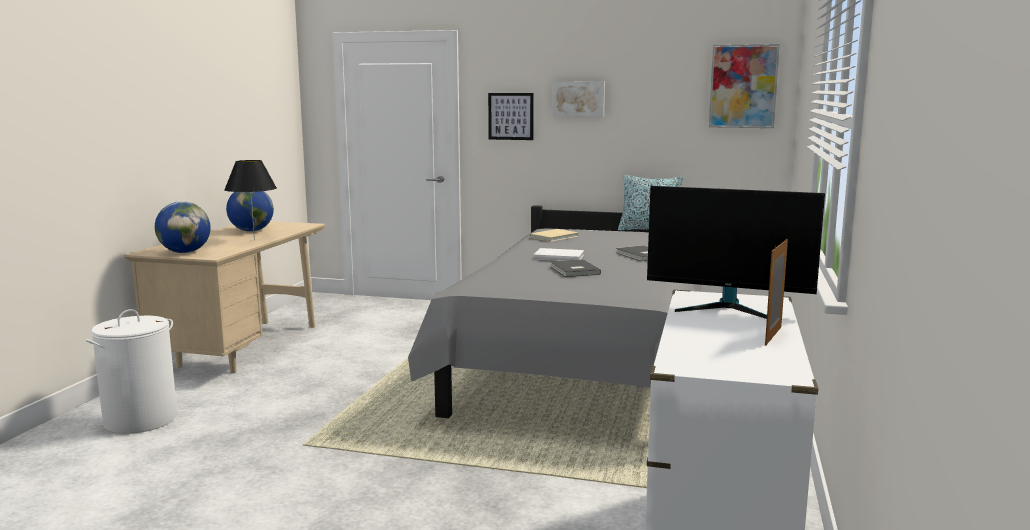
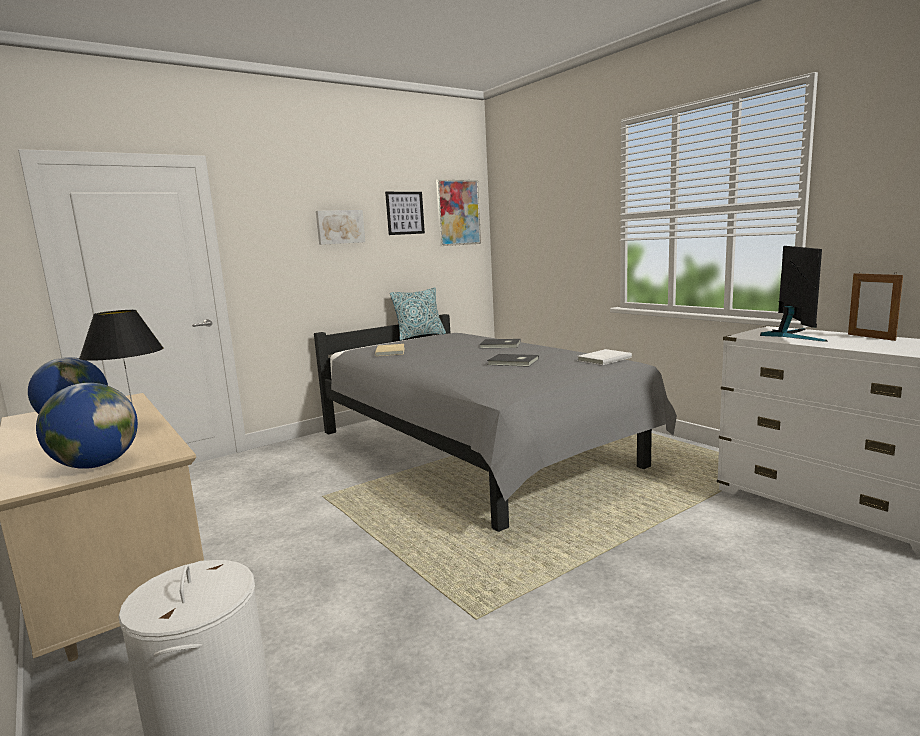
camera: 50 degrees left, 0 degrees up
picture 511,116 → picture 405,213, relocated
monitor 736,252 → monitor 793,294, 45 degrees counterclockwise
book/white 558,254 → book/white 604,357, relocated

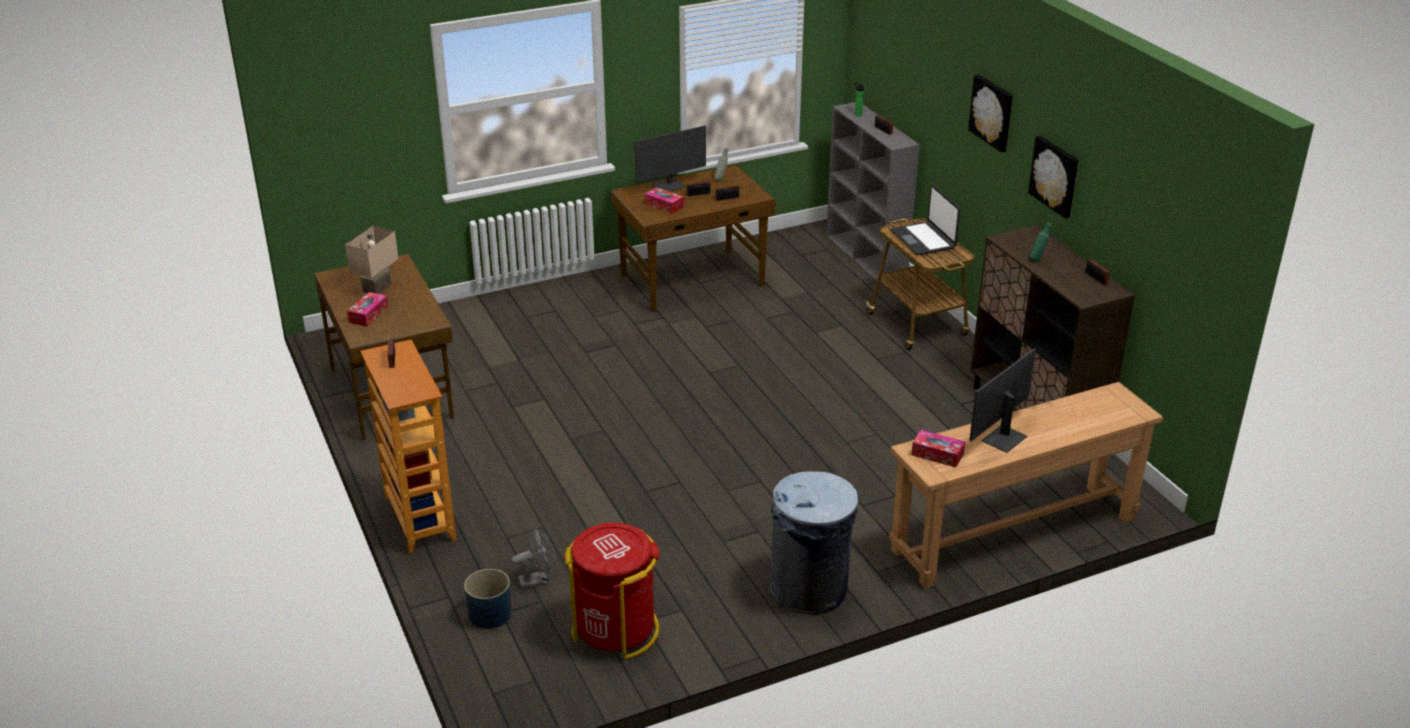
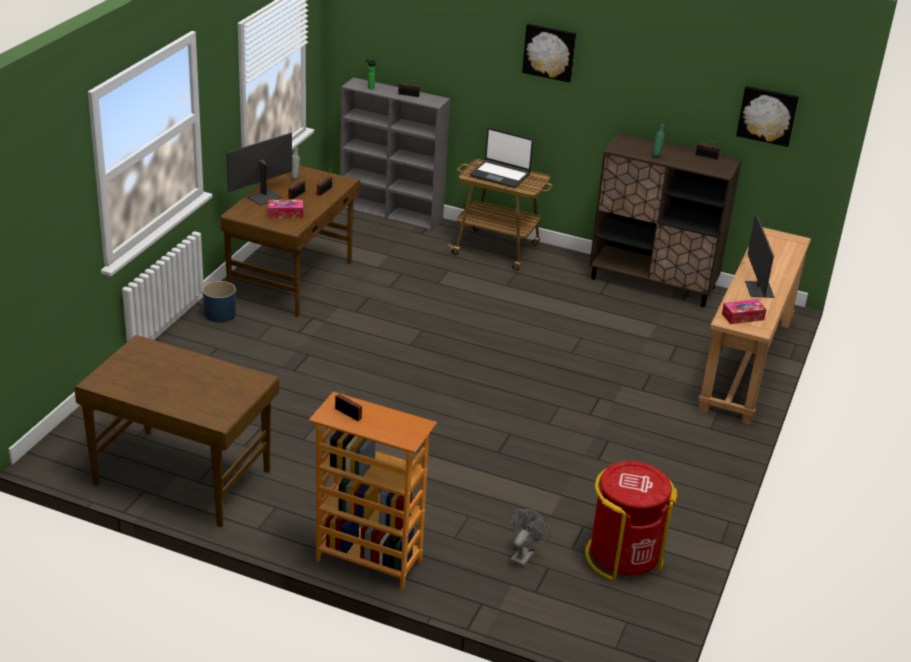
camera: 45 degrees left, 0 degrees up
monitor 670,158 → monitor 259,169, 150 degrees counterclockwise
picture 1053,177 → picture 767,116, relocated
table lamp/beige 372,260 → -
tissue box 368,309 → -
trash can/grey 814,542 → -
planter/blue 488,599 → planter/blue 219,302, relocated

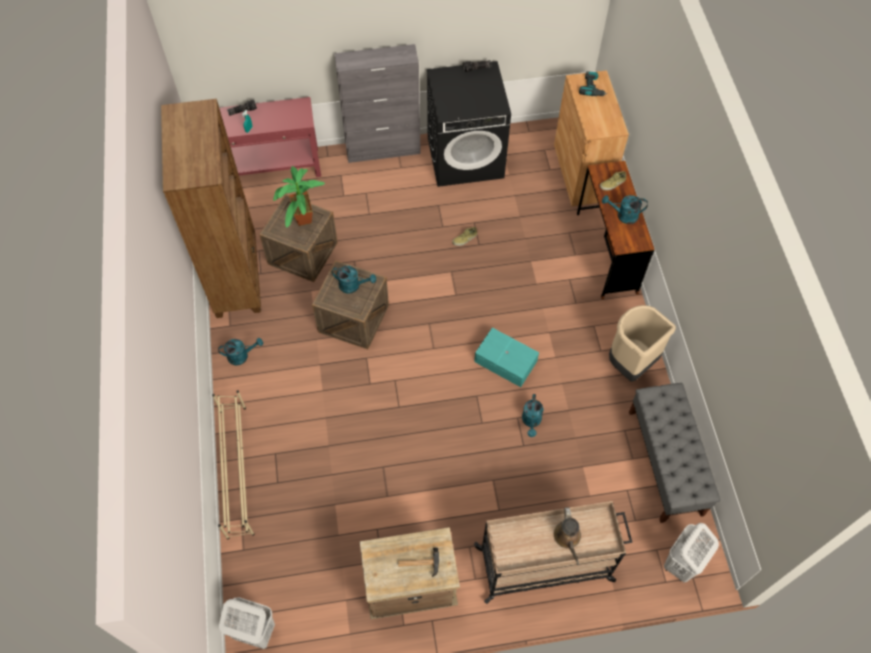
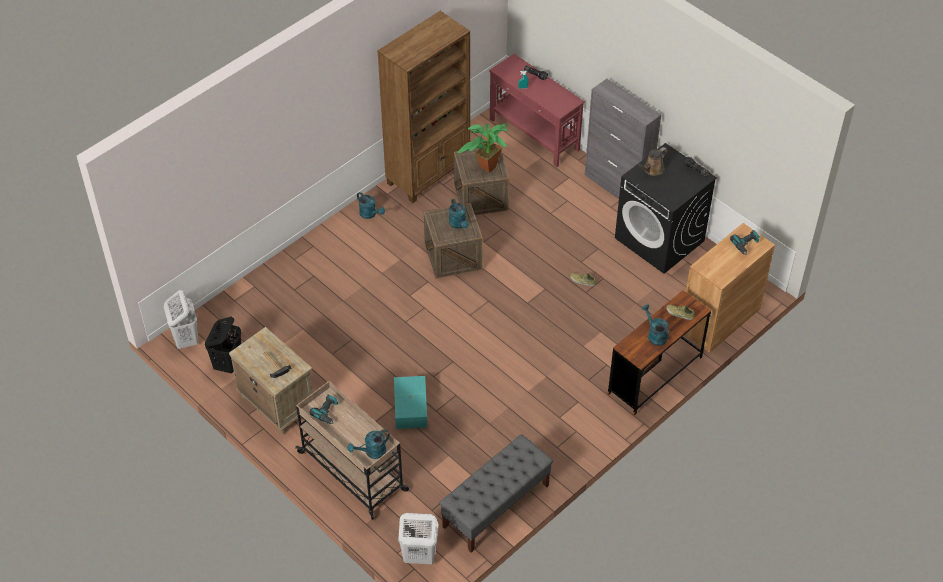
camera: 55 degrees right, 10 degrees down
trash can/beige 642,343 → -
storage box/turquoise 506,357 → storage box/turquoise 411,402, relocated
shoe rack/beige 233,465 → -
watering can/turquoise 533,415 → watering can/turquoise 369,444, relocated
watering can/brown 567,536 → watering can/brown 651,161, relocated
- → laundry basket/black 223,344
- → power drill 323,409

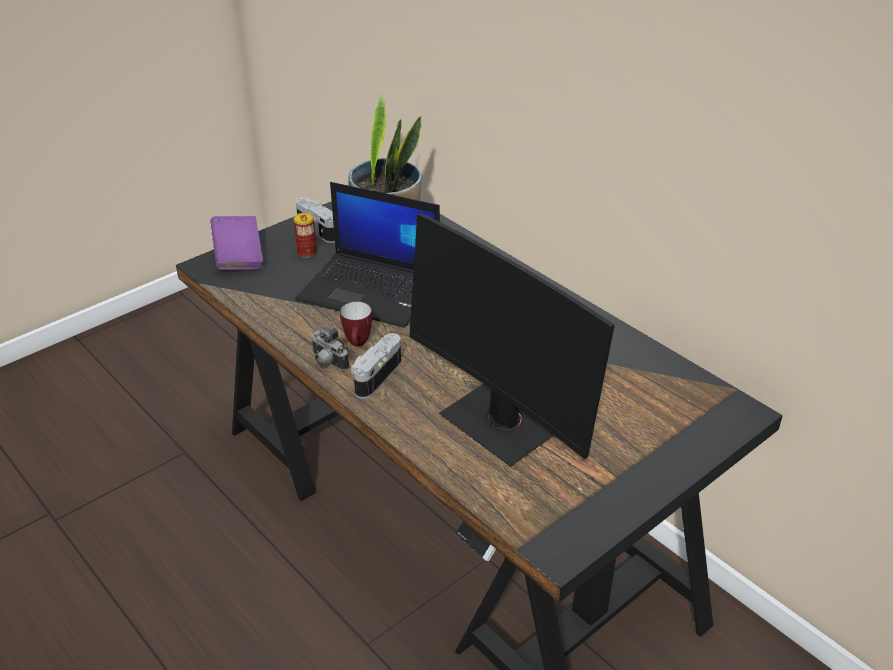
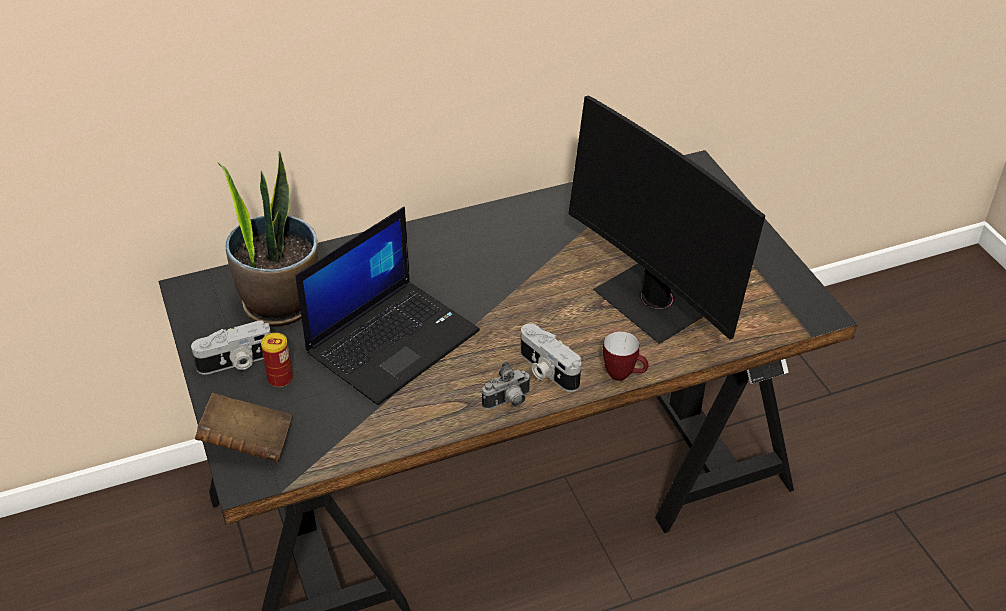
camera: 70 degrees left, 5 degrees up
monitor 512,340 → monitor 667,219, 75 degrees clockwise
book/purple 236,243 → book/brown 243,427
mug 356,324 → mug 626,356, relocated

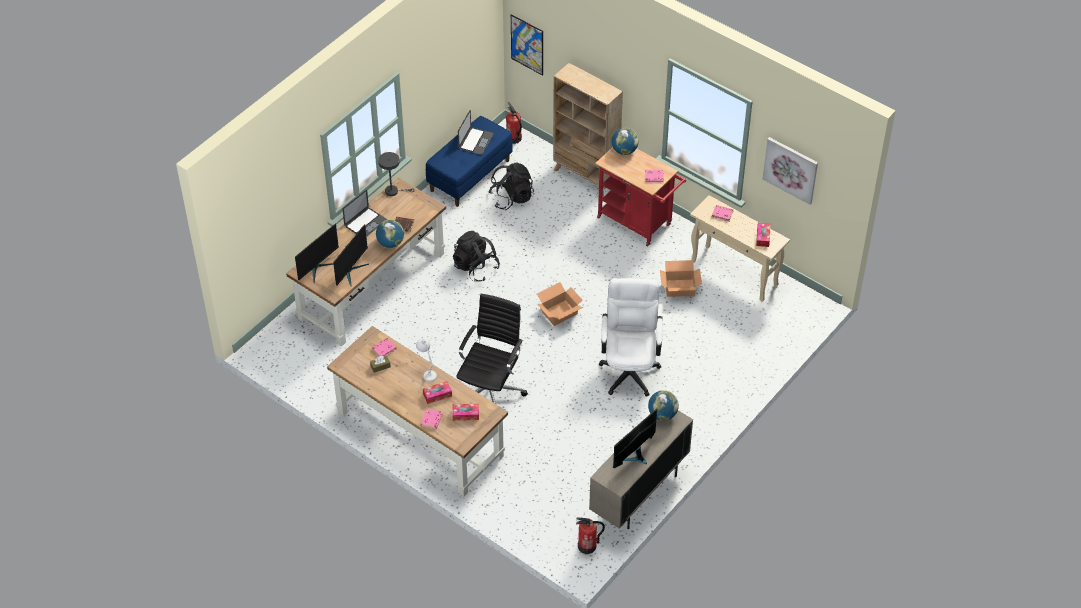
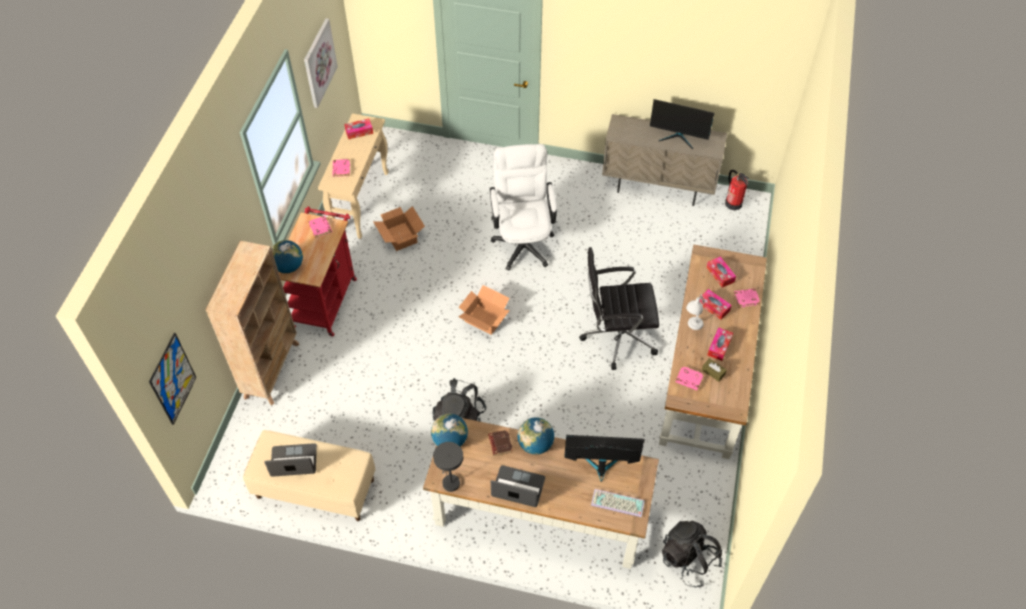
camera: 115 degrees left, 5 degrees up
fire extinguisher 514,123 → -
bench/blue 469,161 → bench/beige 309,475
backpack/black 511,186 → backpack/black 692,554, relocated
monitor 317,253 → keyboard 618,503
office chair/white 631,337 → office chair/white 523,207, 105 degrees clockwise
globe 663,405 → globe 449,430, relocated
- → tissue box 720,344

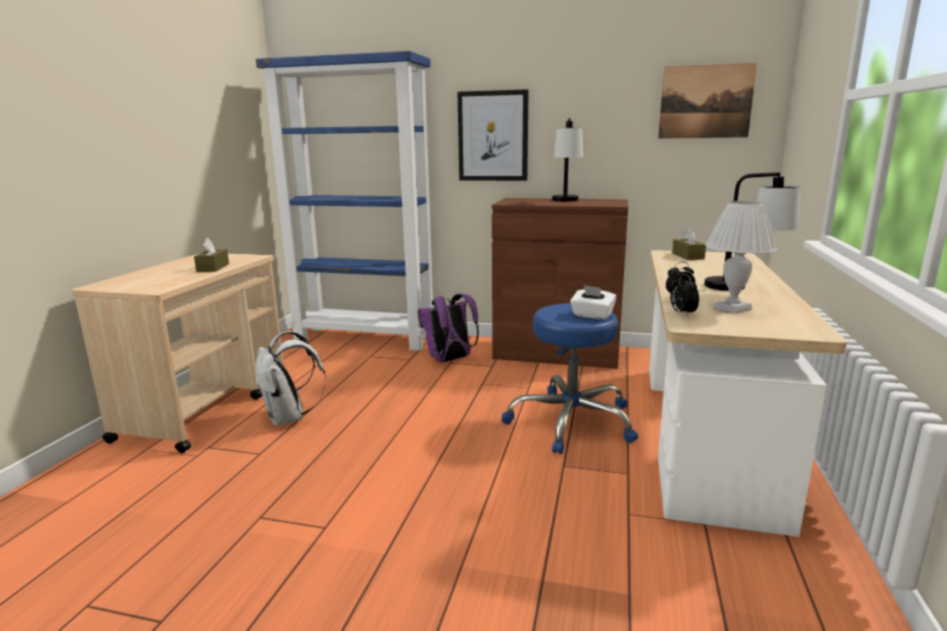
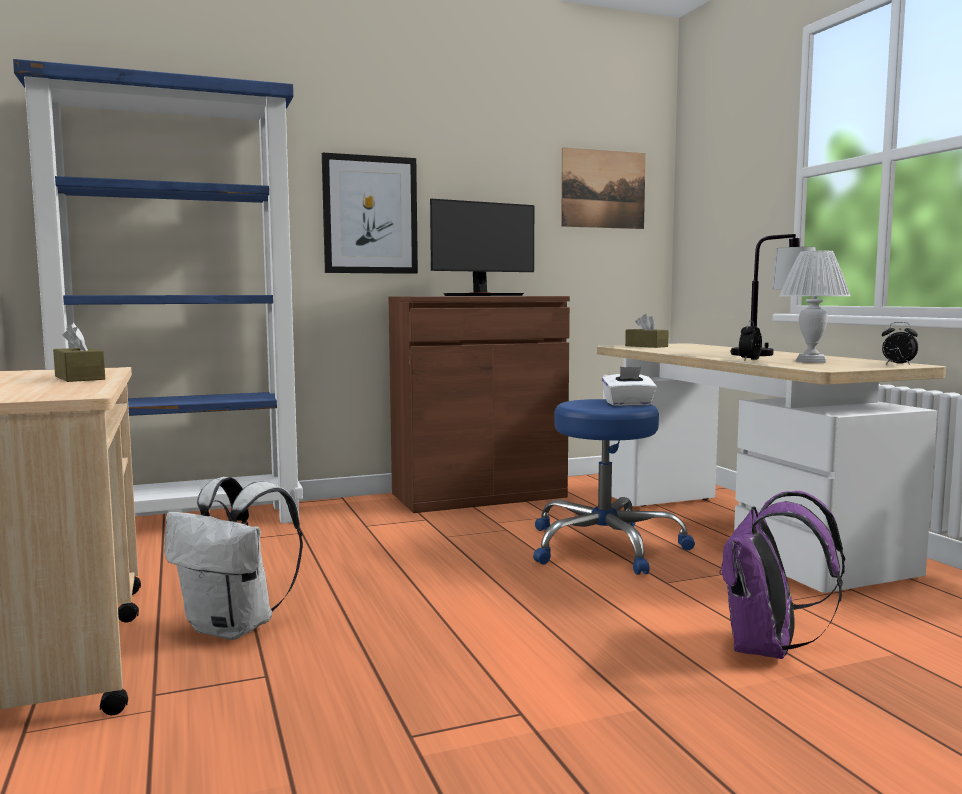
camera: 35 degrees left, 10 degrees down
table lamp 567,159 → monitor 482,247
alarm clock 684,295 → alarm clock 900,343, relocated
backpack/purple 448,328 → backpack/purple 782,575, relocated

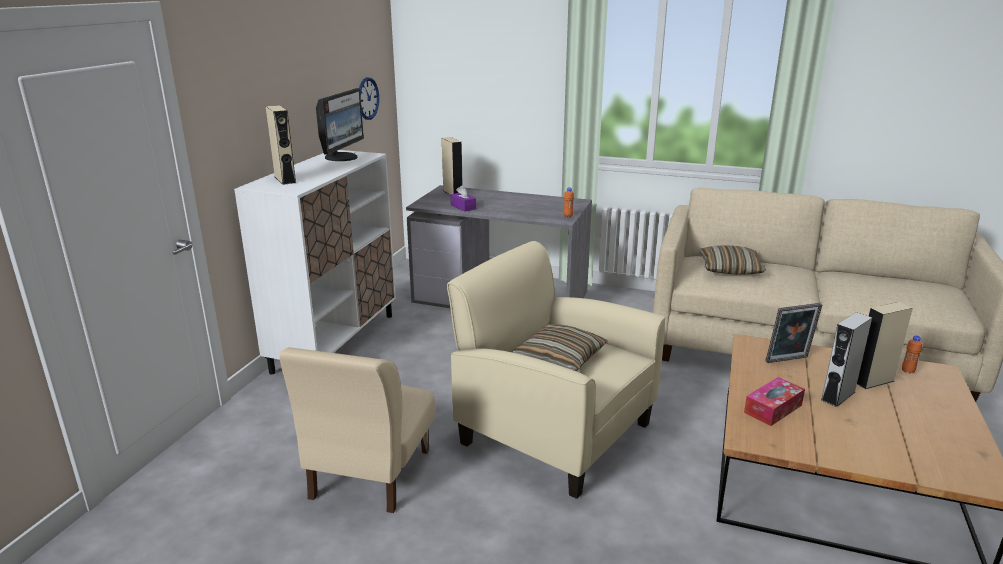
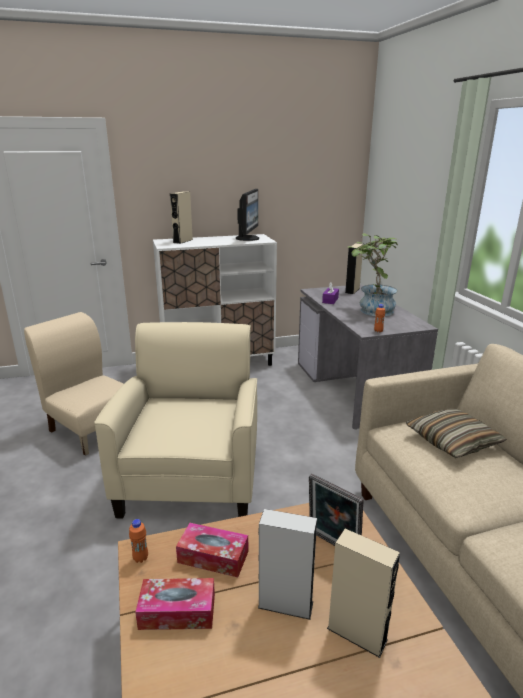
camera: 55 degrees right, 0 degrees up
wall clock 369,98 → -
monitor 340,124 → monitor 247,215, 60 degrees counterclockwise
pillow 560,347 → -
bottle/orange 912,354 → bottle/orange 138,541, relocated
chair/beige 357,430 → chair/beige 74,384, 60 degrees clockwise
- → potted plant 373,274
- → tissue box 175,604

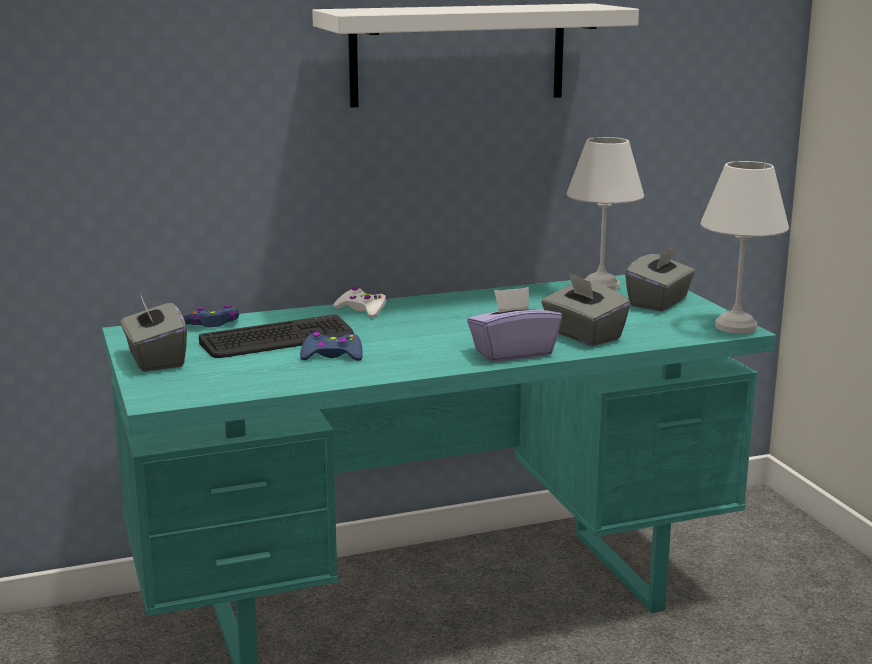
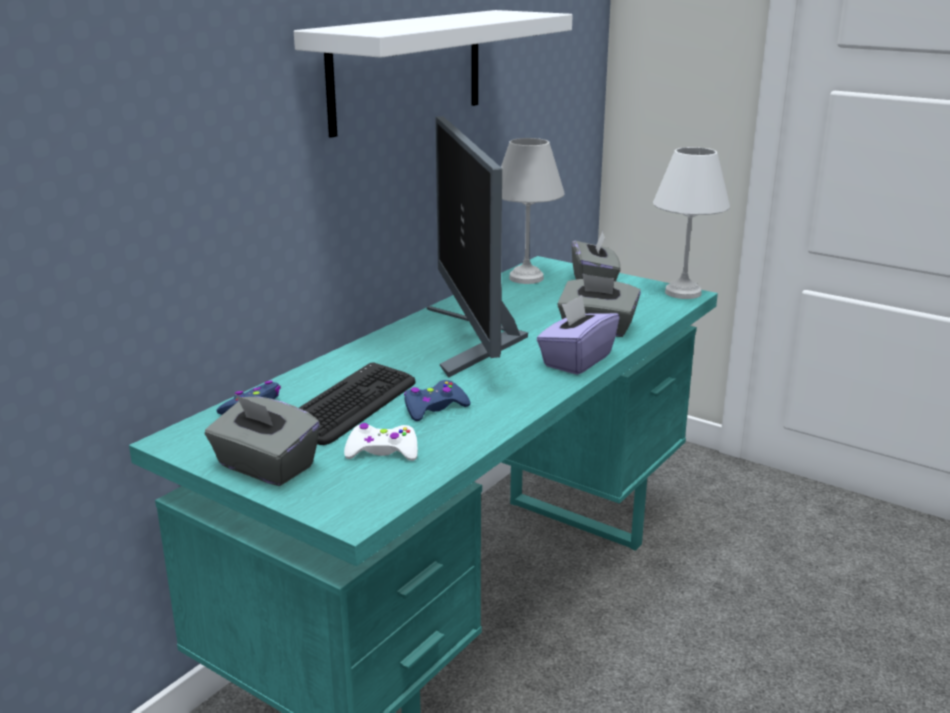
camera: 35 degrees left, 5 degrees up
game controller/white 360,302 → game controller/white 381,442, relocated
- → monitor 477,247

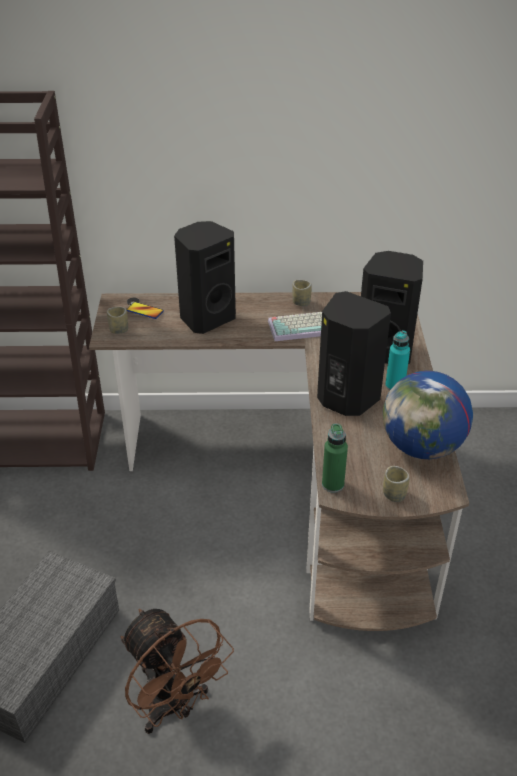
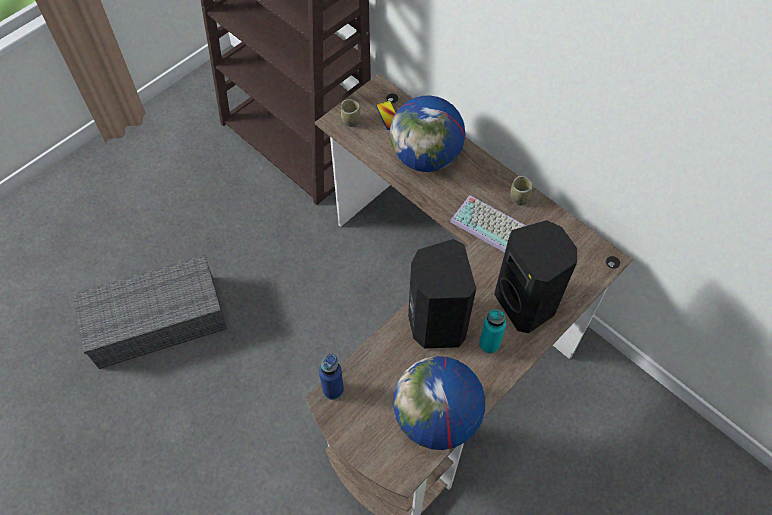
camera: 45 degrees right, 20 degrees up
speaker/black 205,277 → globe 427,134
bottle/green 335,458 → bottle/blue 331,377
cup 396,484 → -
fan/brown 177,671 → -

